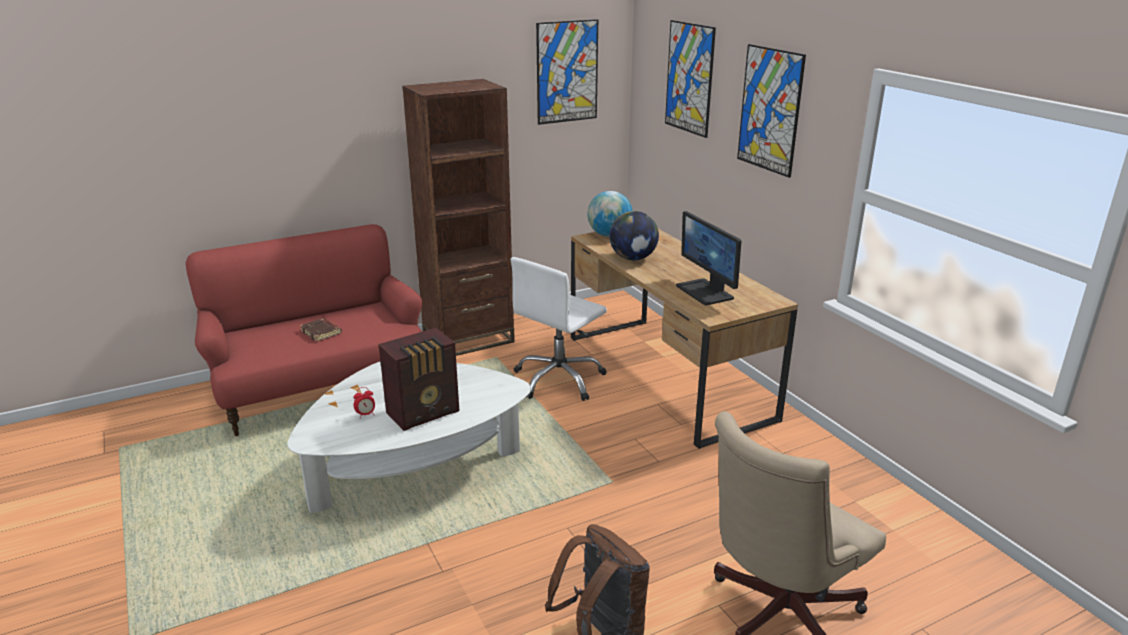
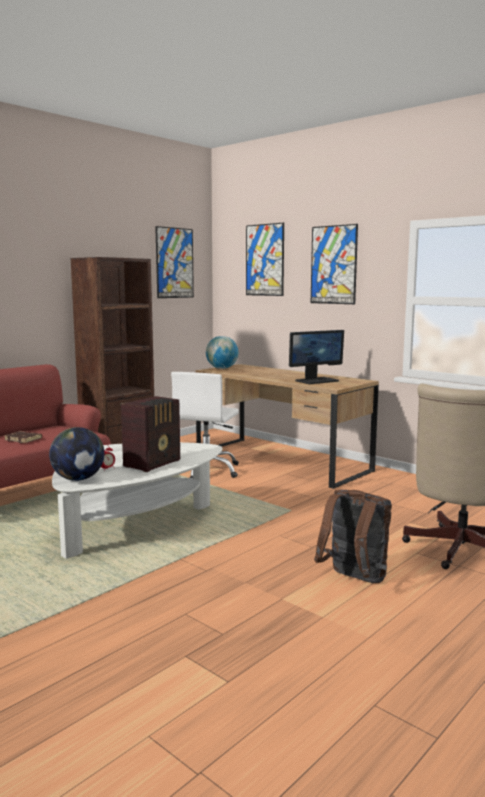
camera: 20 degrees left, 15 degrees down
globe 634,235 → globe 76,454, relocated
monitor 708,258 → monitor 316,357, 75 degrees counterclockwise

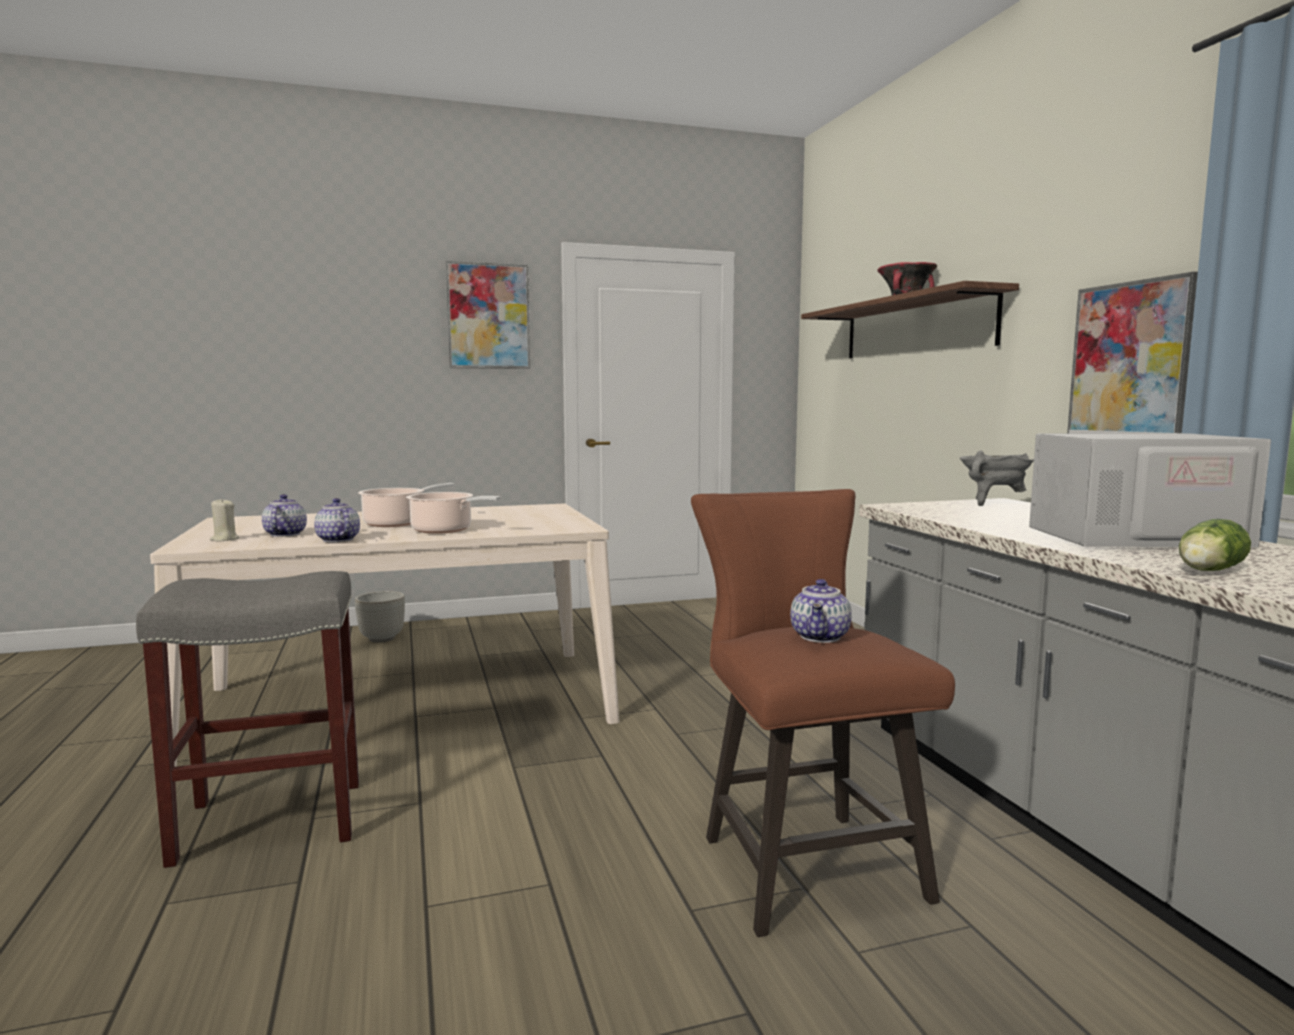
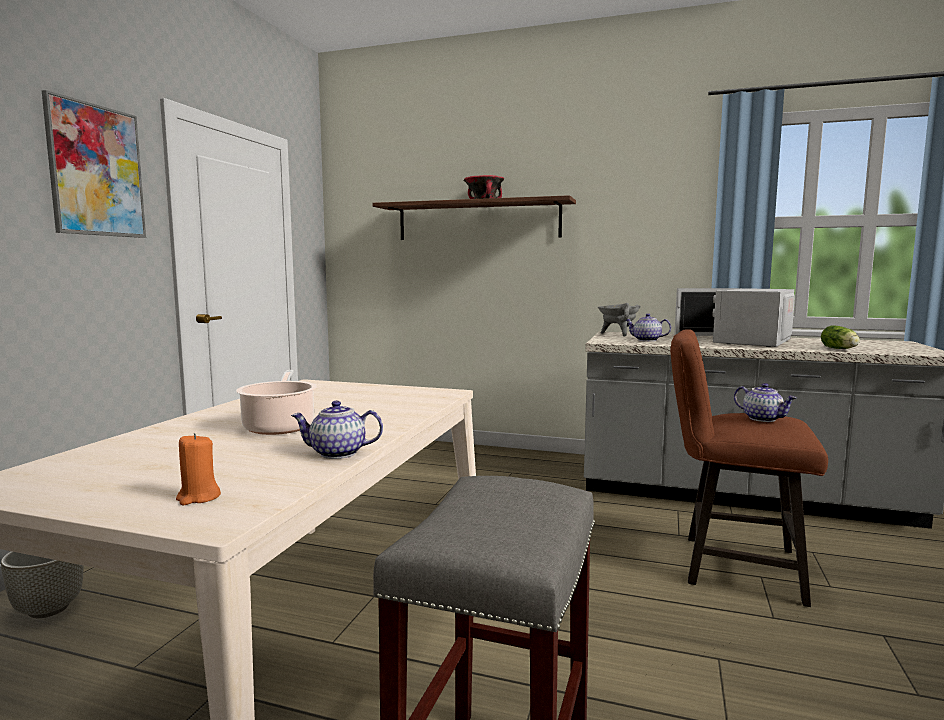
camera: 55 degrees left, 0 degrees up
picture 1132,353 → -
cooking pot 453,513 → -
teapot 284,515 → teapot 648,327, relocated
candle/beige 224,519 → candle/orange 198,469

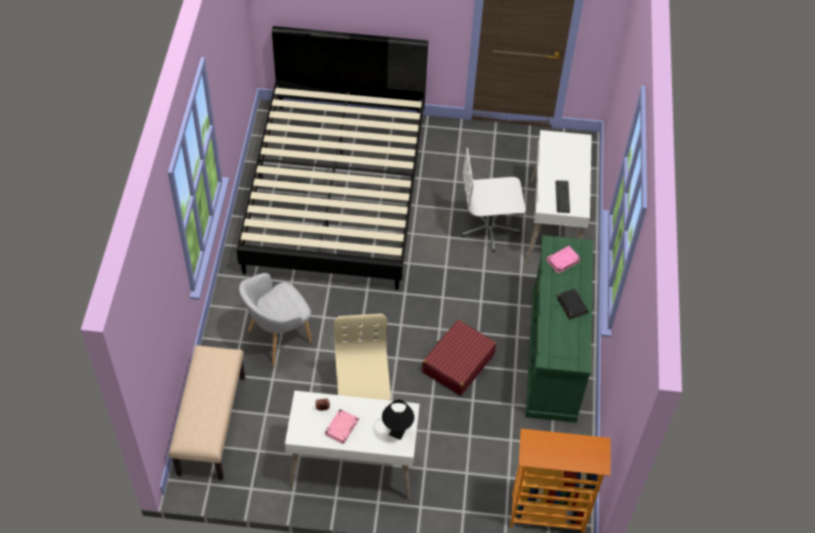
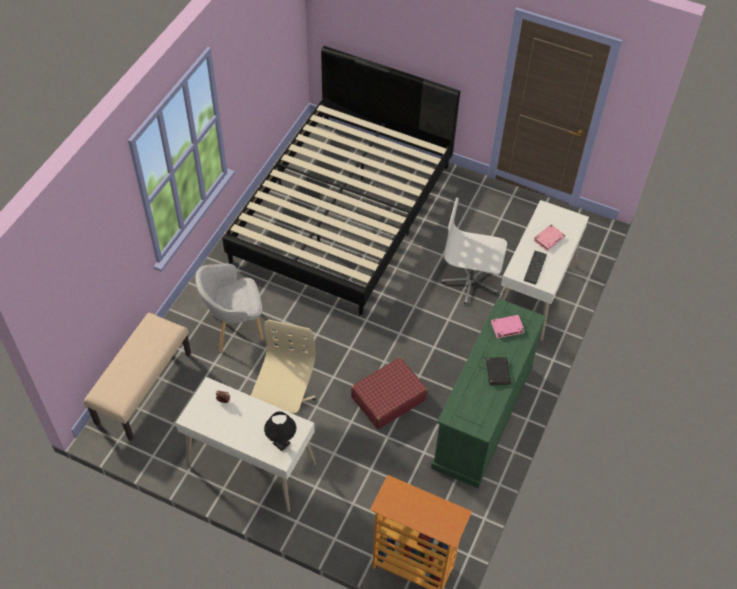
camera: 20 degrees right, 0 degrees up
book/pink 342,426 → book/pink 549,237, relocated

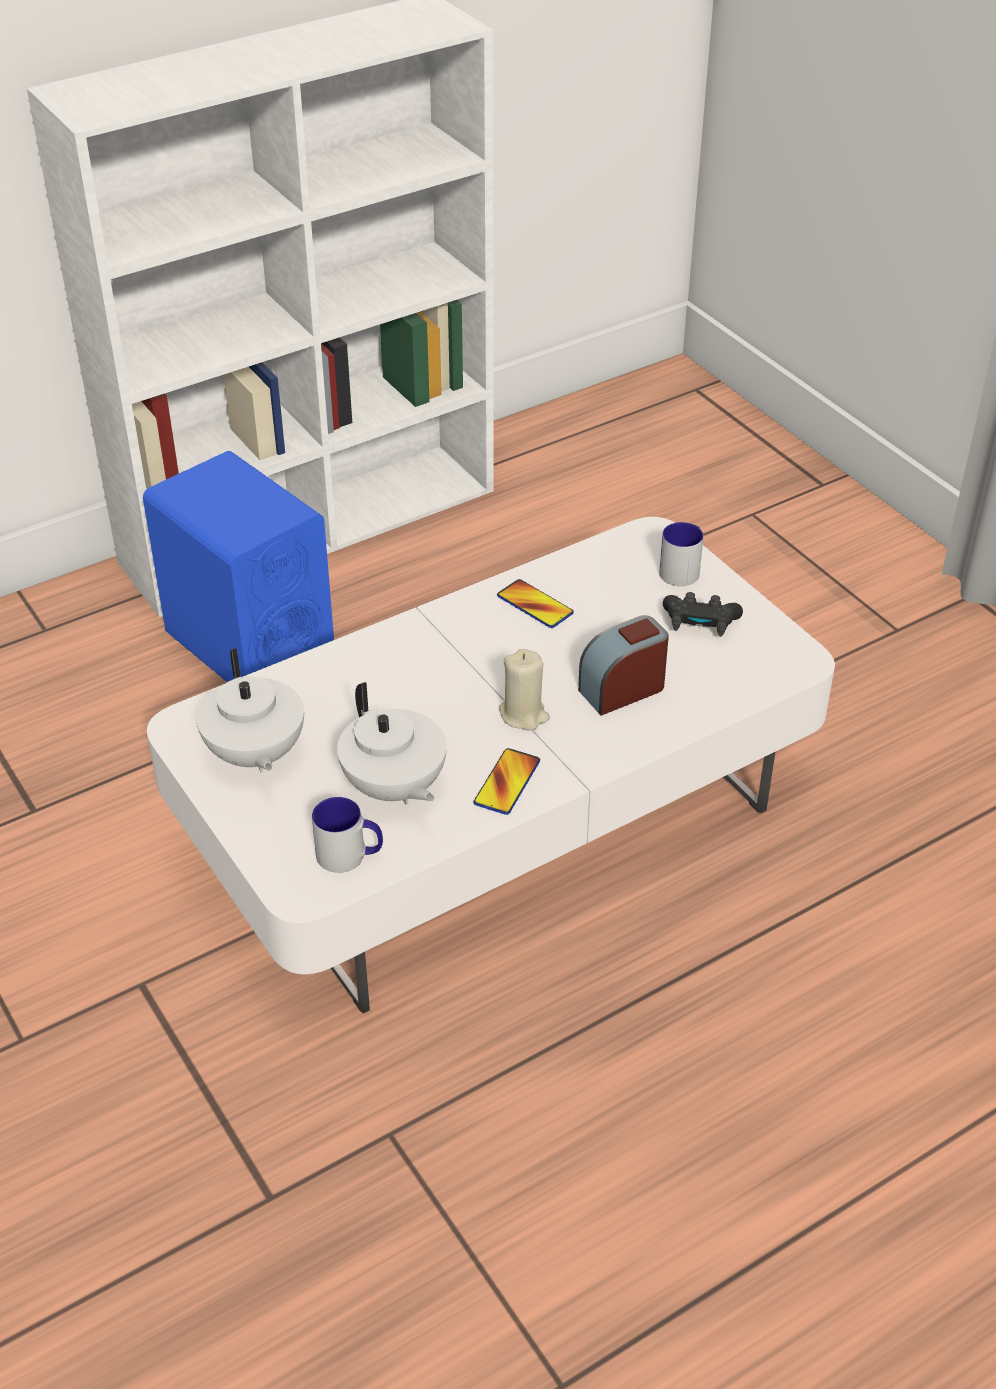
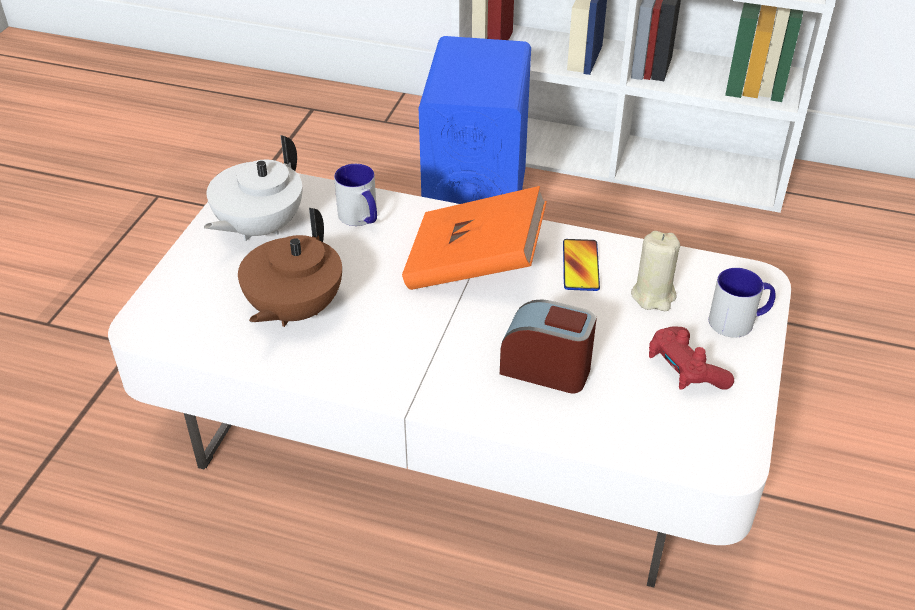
camera: 50 degrees right, 0 degrees up
game controller/black 703,614 → game controller/red 691,358
candle/beige 524,690 → candle/beige 655,271, relocated
teapot/white 392,743 → teapot/brown 290,267
phone 507,781 → -
mug 347,835 → mug 355,195, relocated
- → book/orange 474,238

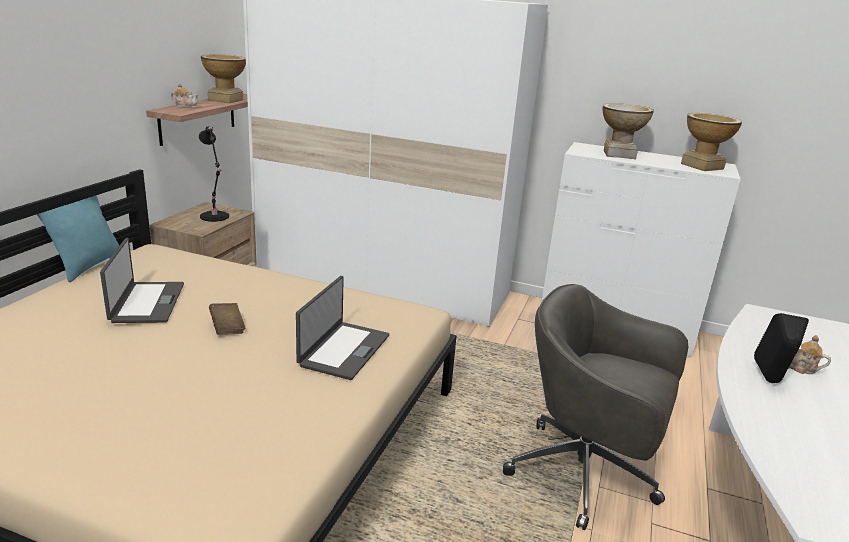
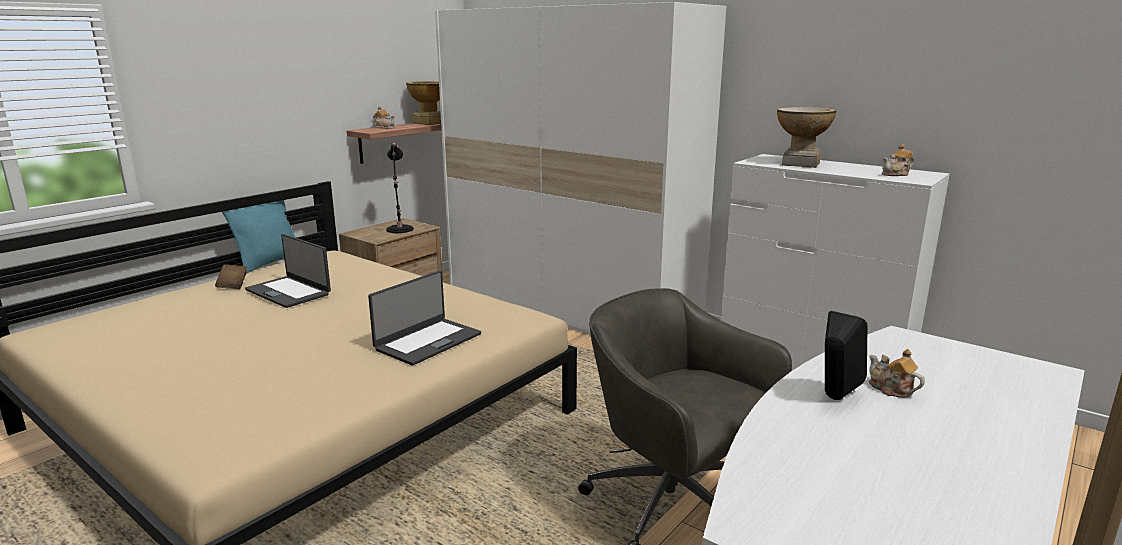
camera: 20 degrees right, 5 degrees down
vase 711,142 → teapot 898,160
laptop 142,280 → laptop 288,271, 120 degrees clockwise
book/brown 227,319 → book/brown 231,276, relocated

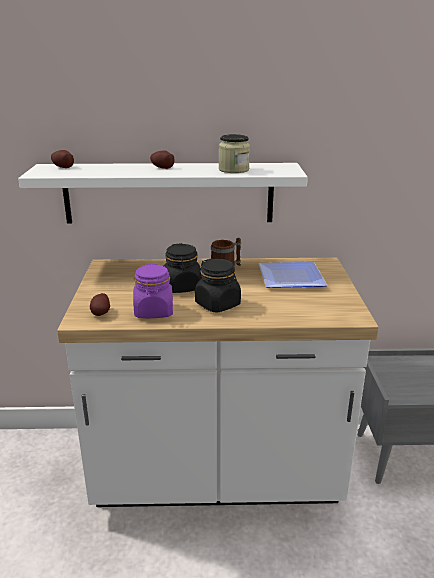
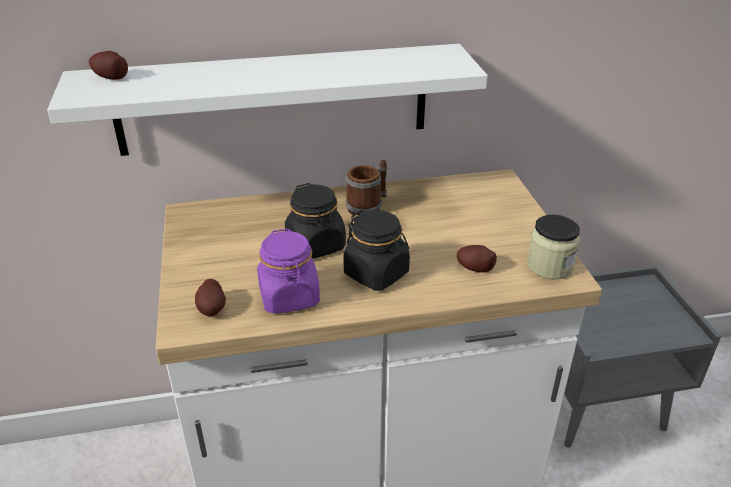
camera: 10 degrees left, 10 degrees up
jar 234,153 → jar 553,247, relocated
potato 162,159 → potato 476,259, relocated
plate 292,275 → -

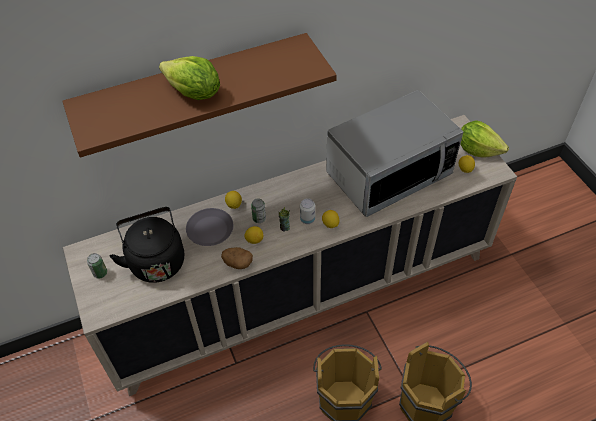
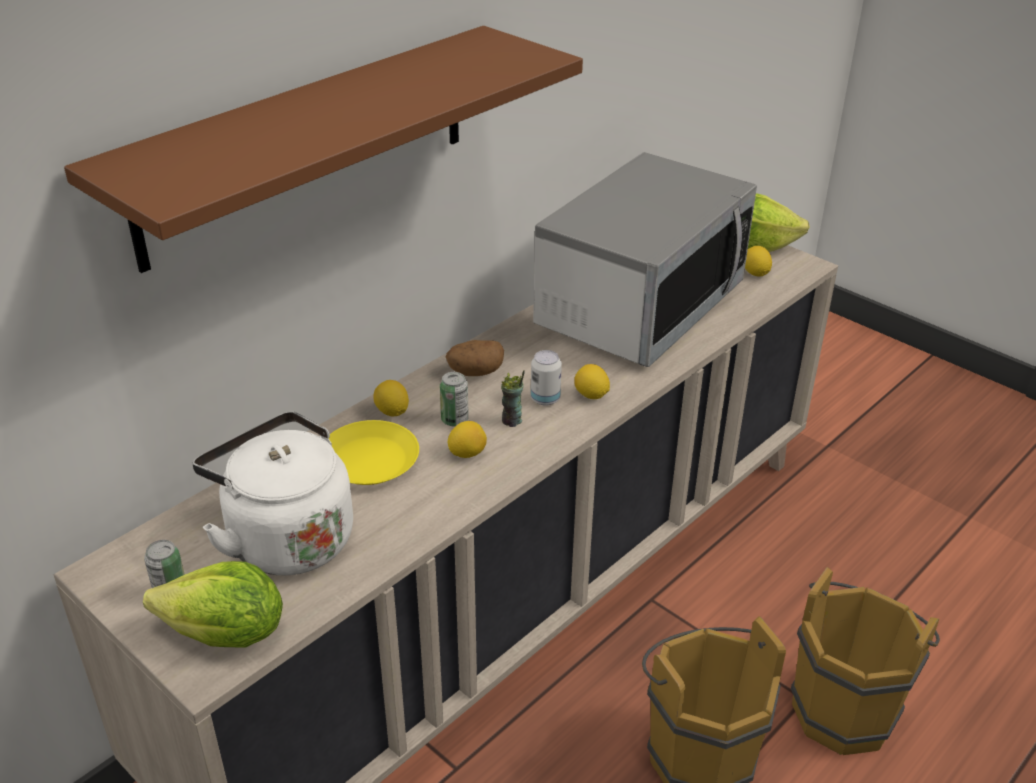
camera: 25 degrees left, 15 degrees down
lettuce 189,78 → lettuce 213,604, relocated
kettle/black 147,245 → kettle/white 273,493
plate/grey 210,227 → plate/yellow 374,452
potato 237,258 → potato 475,358, relocated

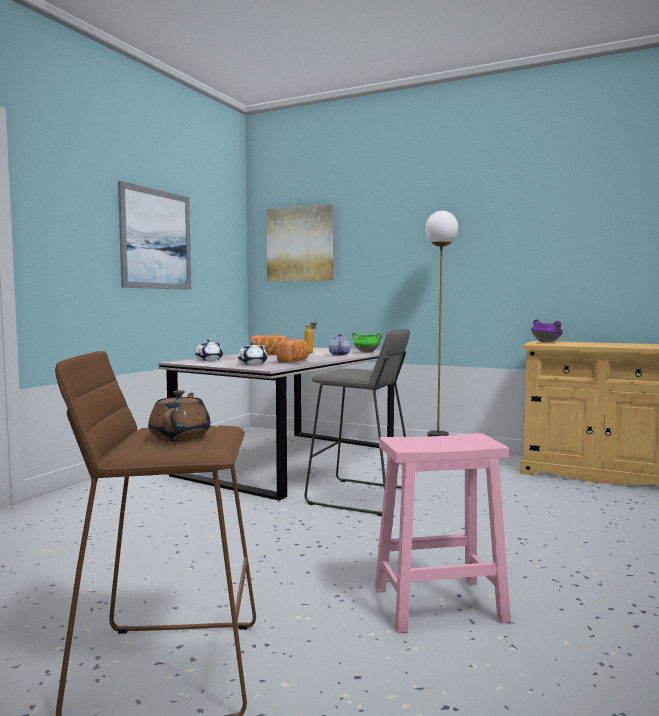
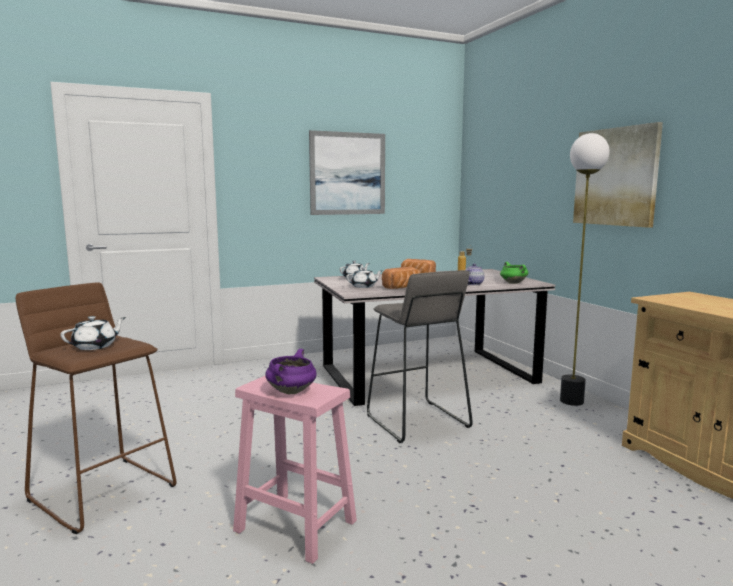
camera: 40 degrees right, 5 degrees up
picture 299,243 → picture 618,175, relocated
cooking pot/purple 547,331 → cooking pot/purple 291,371, relocated
teapot/brown 179,415 → teapot/white 93,333

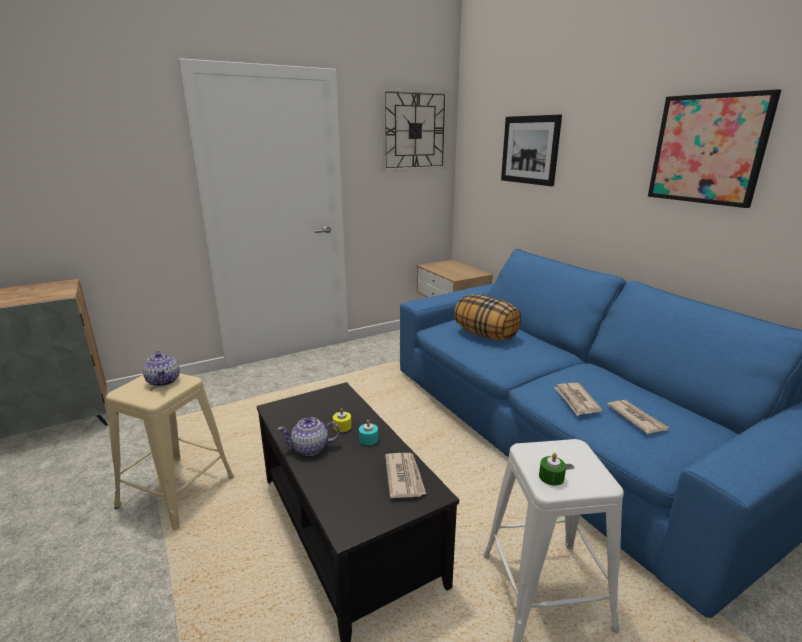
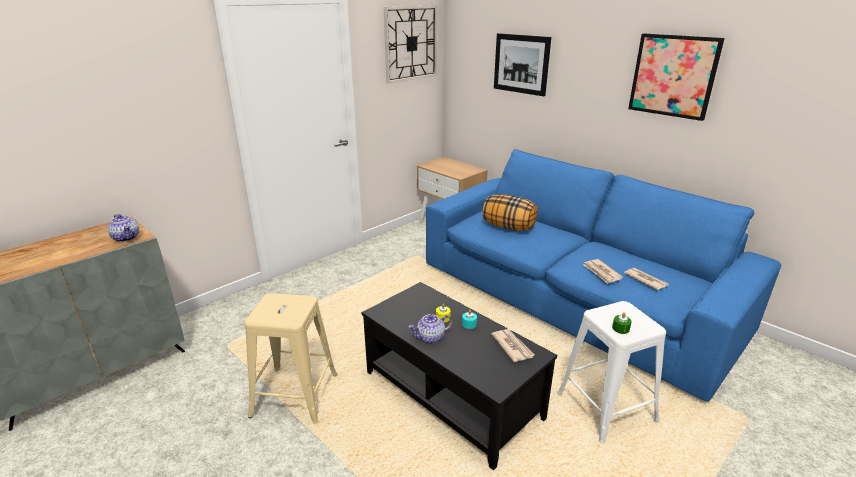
camera: 15 degrees left, 5 degrees up
teapot 161,369 → teapot 123,228, relocated

